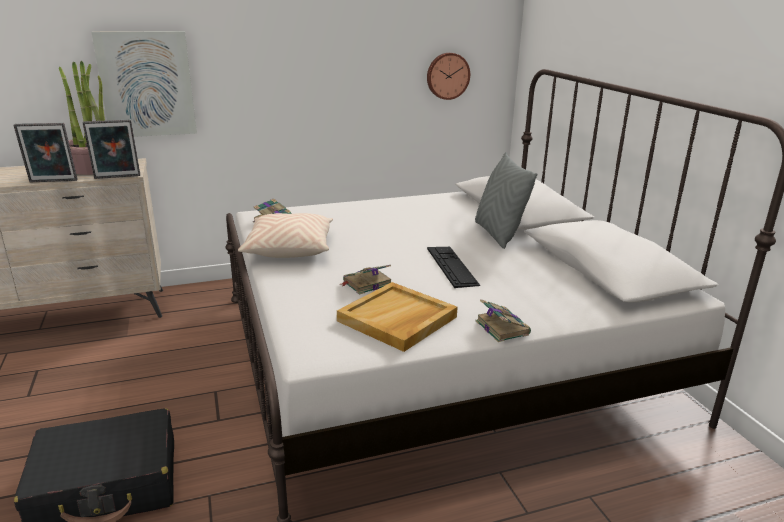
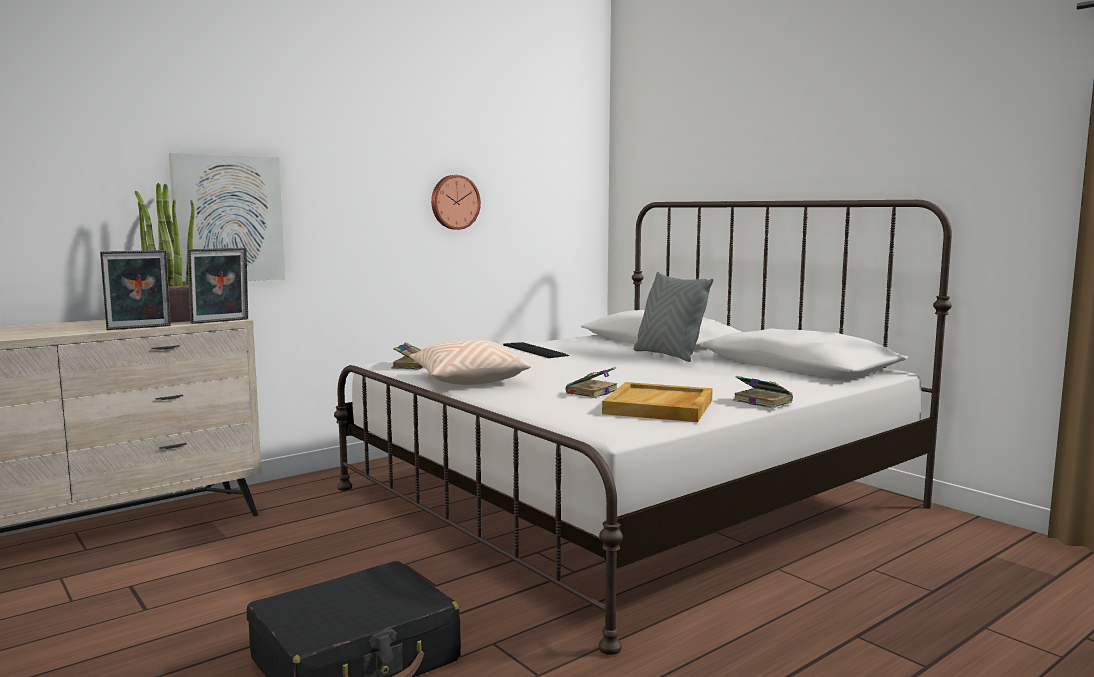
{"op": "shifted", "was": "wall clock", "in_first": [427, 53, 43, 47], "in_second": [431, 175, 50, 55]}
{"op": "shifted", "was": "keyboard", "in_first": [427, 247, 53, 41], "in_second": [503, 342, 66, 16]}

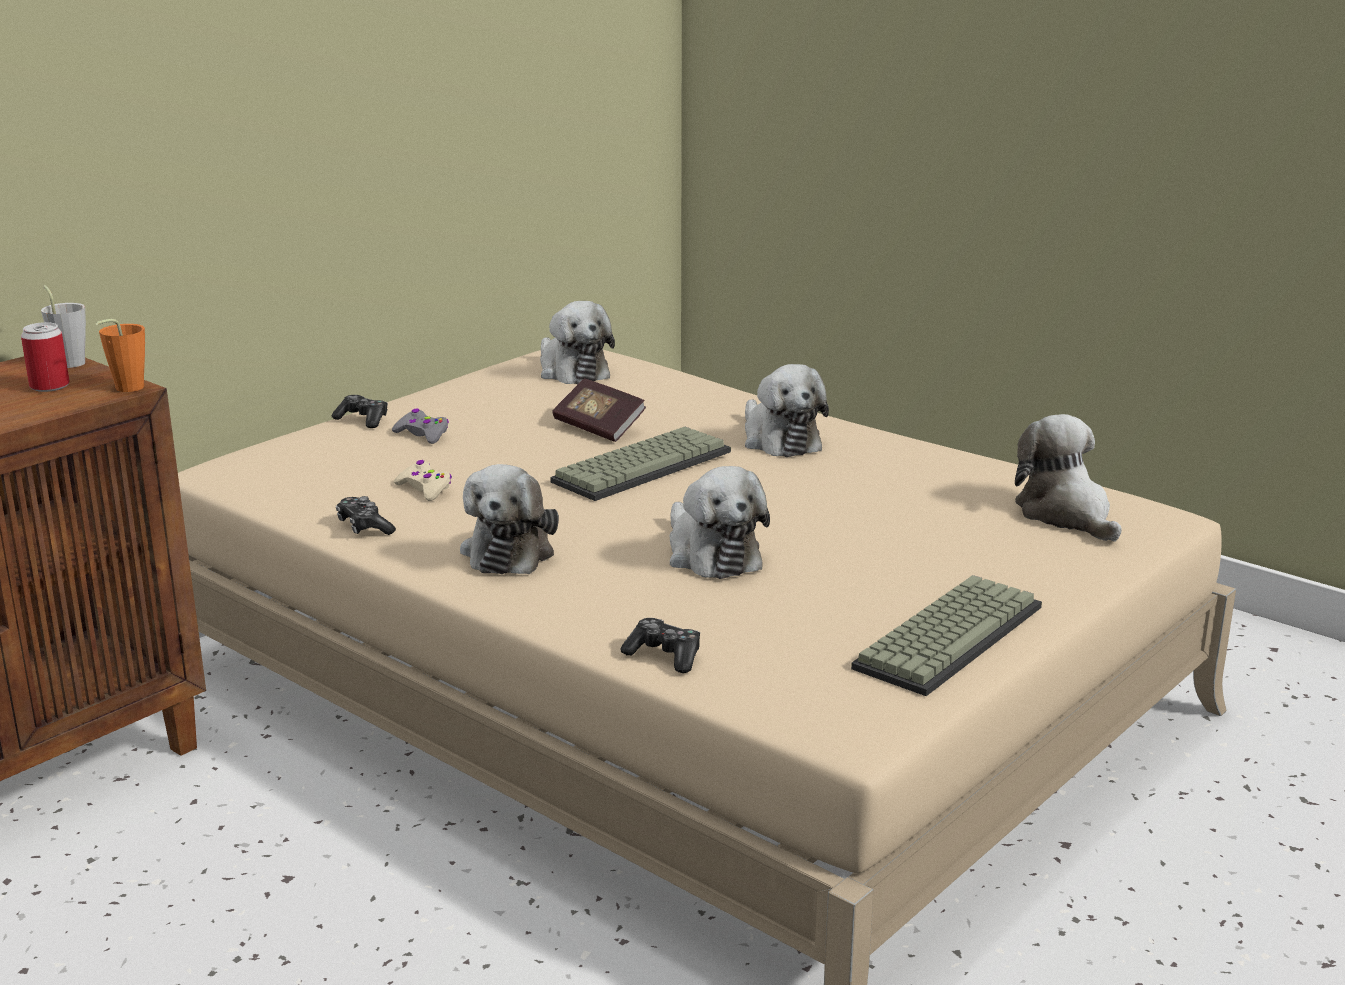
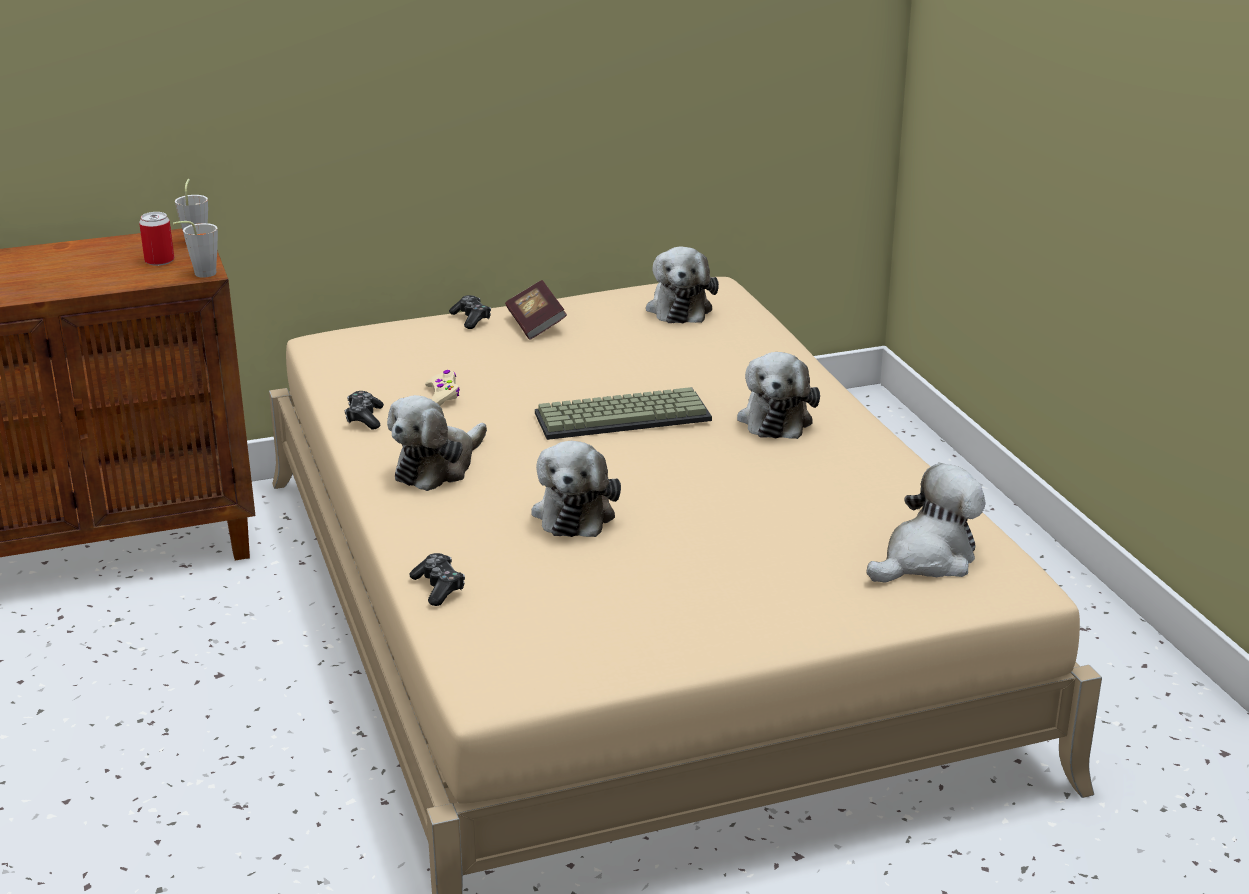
{"op": "repainted", "was": "orange cup", "now": "grey cup", "in_first": [96, 319, 49, 73], "in_second": [173, 221, 45, 57]}
{"op": "shifted", "was": "book", "in_first": [552, 378, 94, 64], "in_second": [505, 280, 62, 60]}
{"op": "gone", "was": "grey game controller", "in_first": [392, 408, 57, 36]}
{"op": "rotated", "was": "plush toy", "in_first": [1015, 414, 107, 128], "in_second": [866, 463, 119, 120], "clockwise": 45}
{"op": "gone", "was": "keyboard", "in_first": [851, 575, 191, 121]}

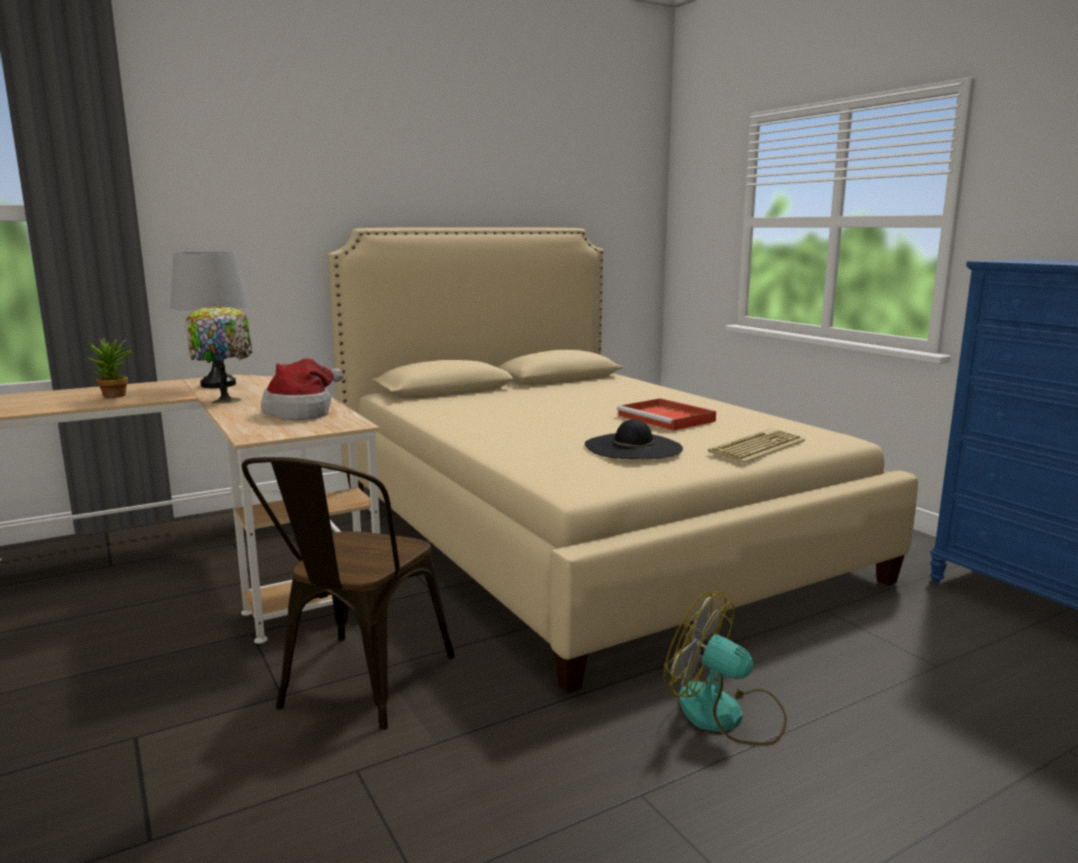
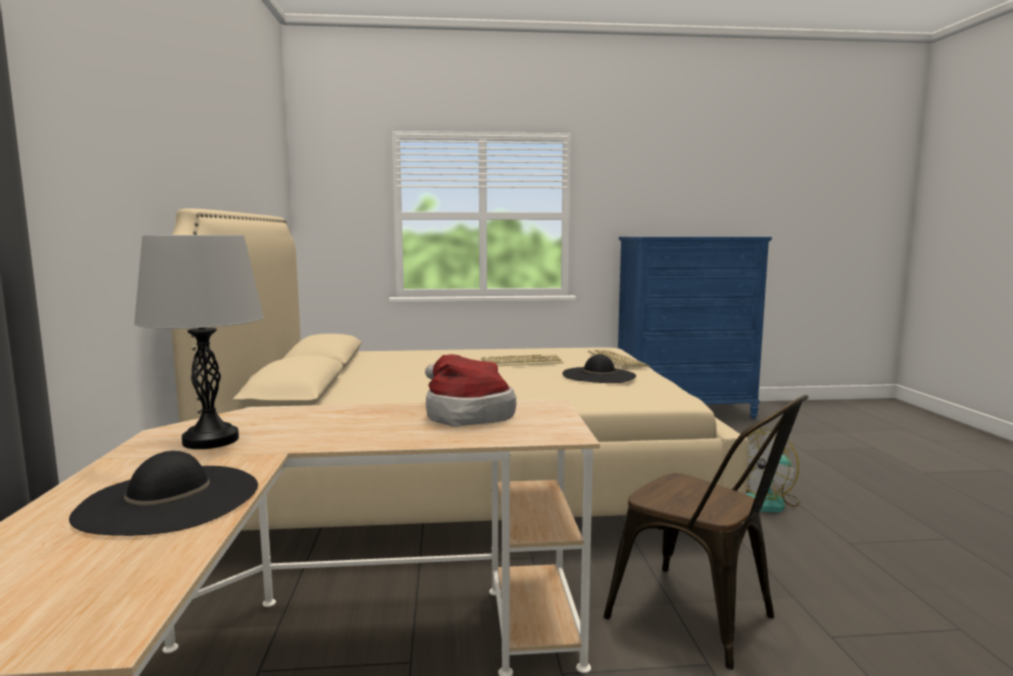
{"op": "gone", "was": "table lamp", "in_first": [185, 304, 68, 99]}
{"op": "swapped", "was": "potted plant", "now": "black hat", "in_first": [86, 338, 48, 60], "in_second": [69, 451, 189, 85]}
{"op": "swapped", "was": "red tray", "now": "keyboard", "in_first": [617, 398, 99, 33], "in_second": [481, 354, 83, 12]}

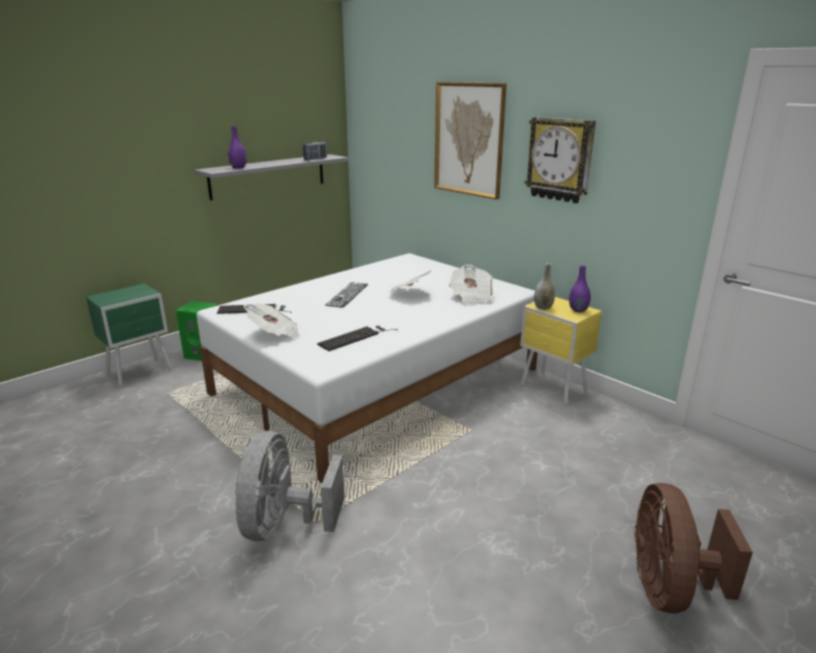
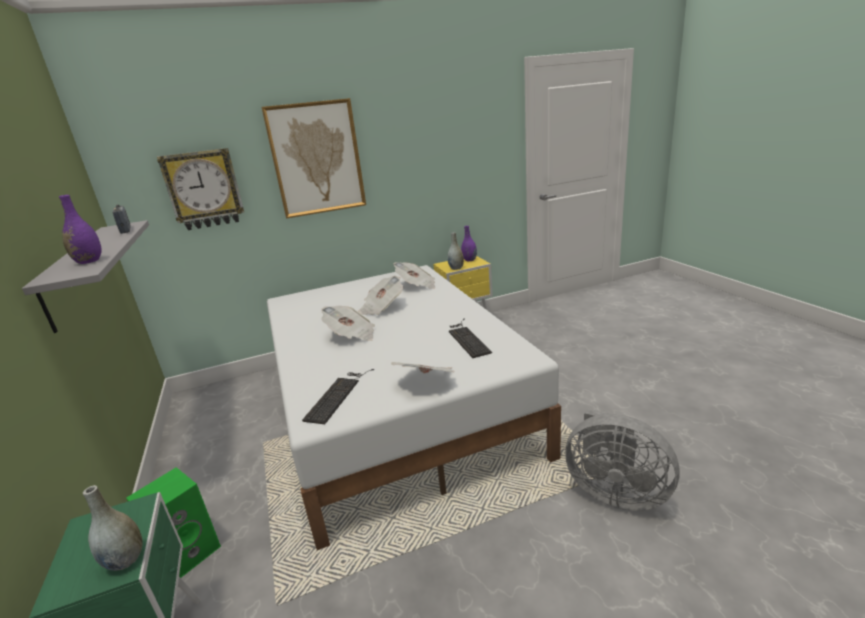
{"op": "shifted", "was": "wall clock", "in_first": [525, 117, 71, 86], "in_second": [157, 148, 87, 82]}
{"op": "swapped", "was": "keyboard", "now": "newspaper", "in_first": [325, 282, 43, 26], "in_second": [321, 306, 54, 35]}
{"op": "gone", "was": "brown fan", "in_first": [634, 483, 119, 131]}
{"op": "new", "now": "grey vase", "in_second": [82, 485, 61, 86]}

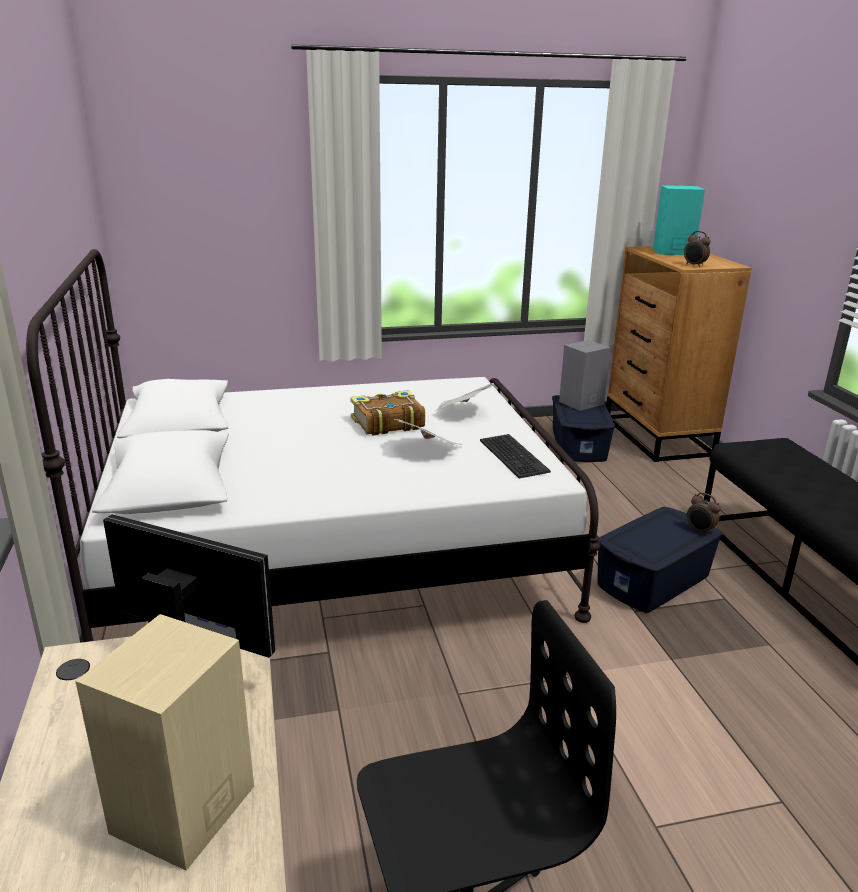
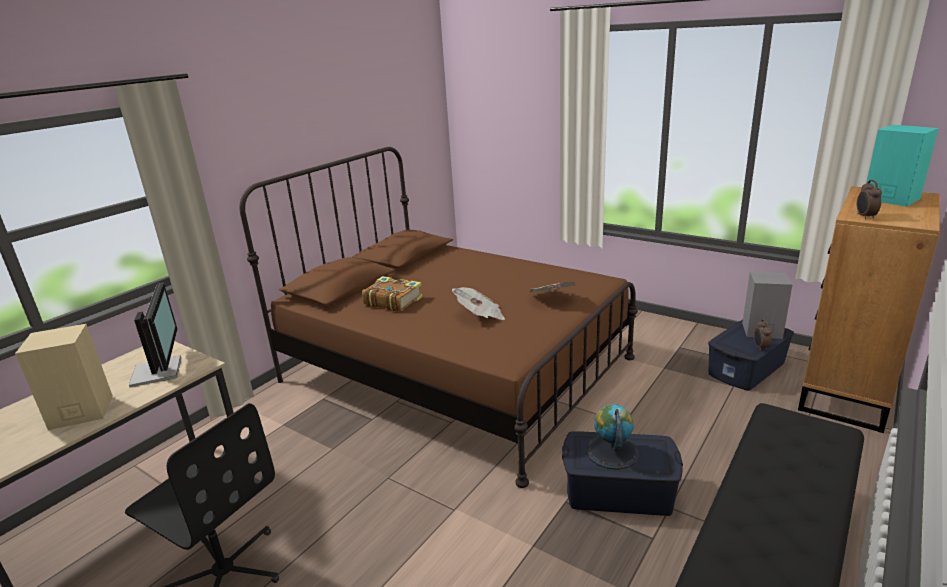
{"op": "repainted", "was": "white bed", "now": "brown bed", "in_first": [26, 249, 575, 393], "in_second": [240, 147, 398, 341]}
{"op": "shifted", "was": "book", "in_first": [350, 390, 75, 45], "in_second": [362, 276, 61, 36]}
{"op": "gone", "was": "keyboard", "in_first": [480, 434, 71, 44]}
{"op": "shifted", "was": "alarm clock", "in_first": [687, 492, 34, 44], "in_second": [754, 319, 18, 32]}
{"op": "new", "now": "globe", "in_second": [586, 404, 53, 66]}

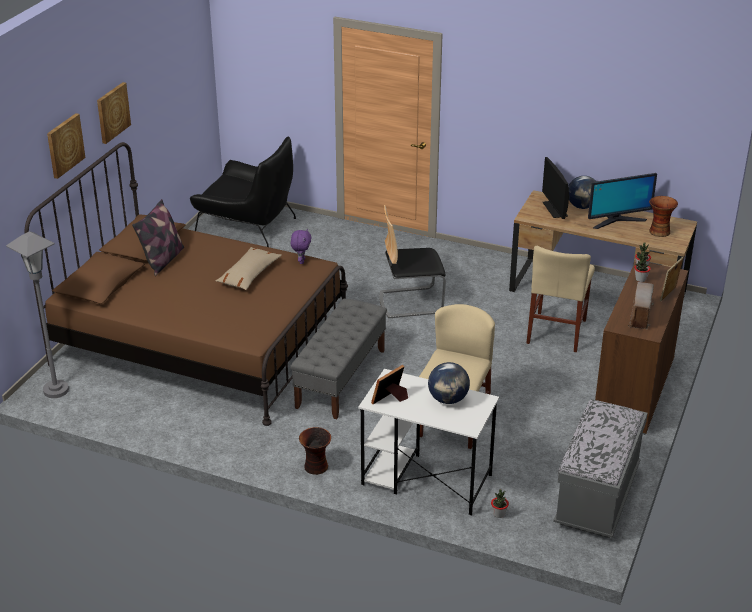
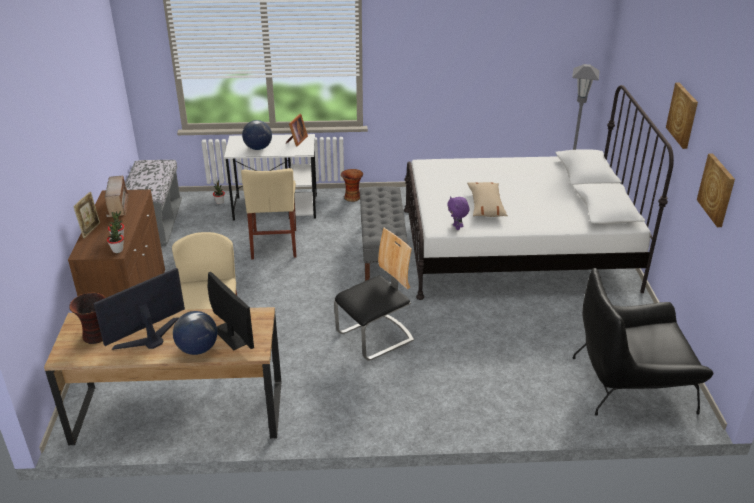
{"op": "shifted", "was": "picture", "in_first": [47, 113, 39, 66], "in_second": [697, 153, 38, 74]}
{"op": "repainted", "was": "brown bed", "now": "white bed", "in_first": [25, 142, 323, 284], "in_second": [404, 85, 270, 215]}
{"op": "gone", "was": "pillow", "in_first": [132, 199, 52, 77]}

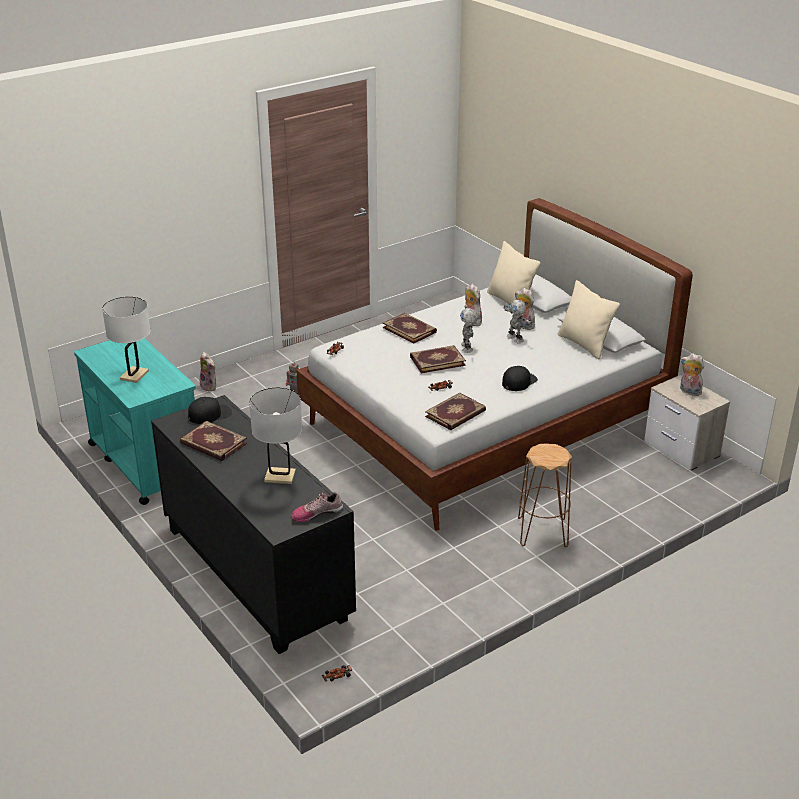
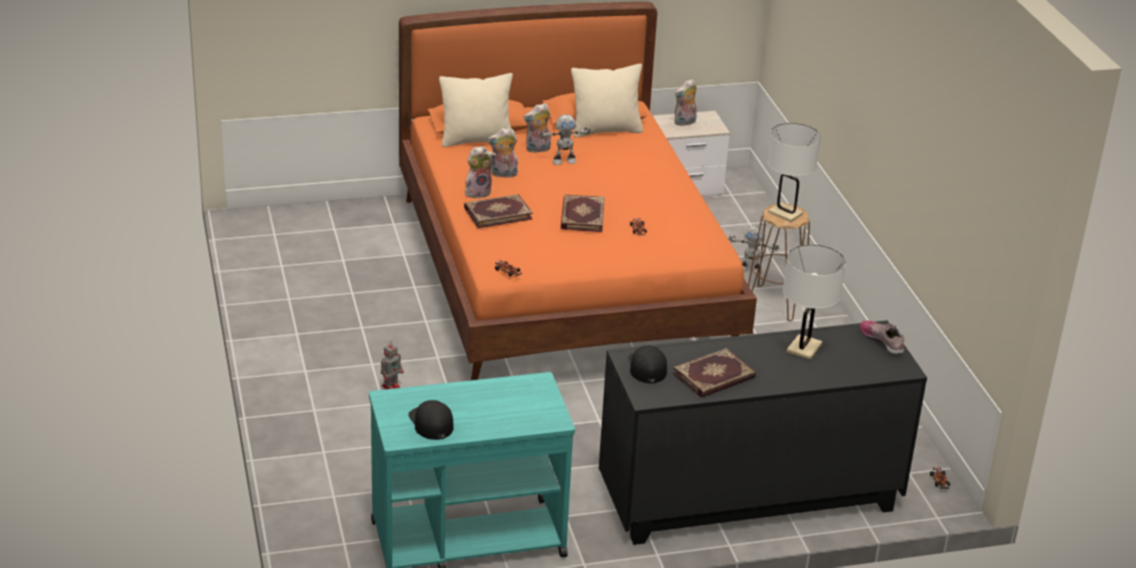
{"op": "repainted", "was": "white bed", "now": "orange bed", "in_first": [296, 198, 397, 333], "in_second": [399, 2, 358, 378]}
{"op": "shifted", "was": "white table lamp", "in_first": [102, 297, 49, 86], "in_second": [767, 123, 54, 99]}
{"op": "shifted", "was": "toy robot", "in_first": [460, 308, 18, 45], "in_second": [729, 226, 50, 48]}
{"op": "shifted", "was": "plush toy", "in_first": [200, 352, 16, 40], "in_second": [465, 146, 31, 52]}
{"op": "shifted", "was": "black cap", "in_first": [502, 366, 36, 25], "in_second": [409, 400, 45, 40]}
{"op": "gone", "was": "book", "in_first": [425, 392, 61, 38]}
{"op": "rotated", "was": "shoe", "in_first": [291, 492, 52, 30], "in_second": [860, 321, 44, 34], "clockwise": 150}

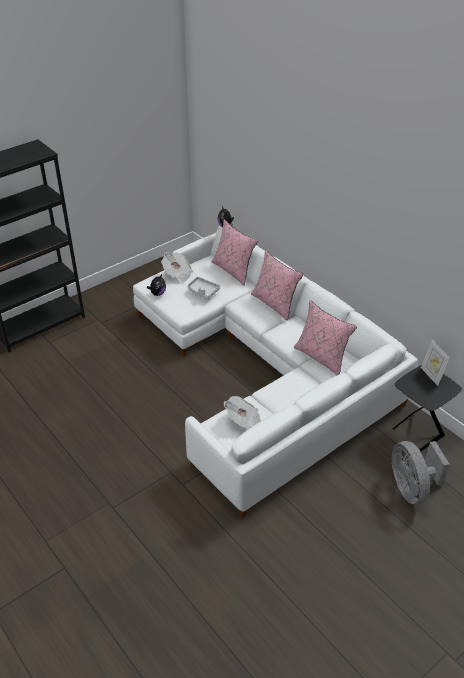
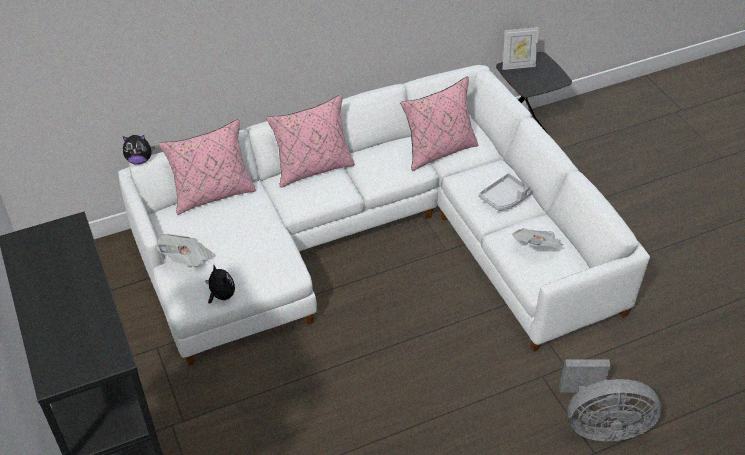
{"op": "shifted", "was": "grey tray", "in_first": [188, 277, 32, 22], "in_second": [478, 173, 55, 38]}
{"op": "shifted", "was": "grey fan", "in_first": [392, 441, 57, 63], "in_second": [559, 359, 102, 82]}

